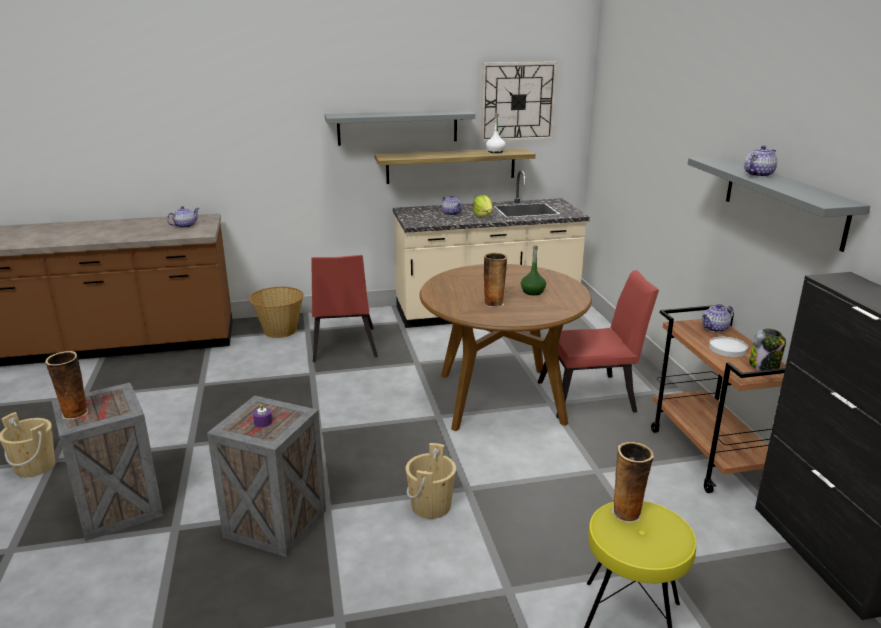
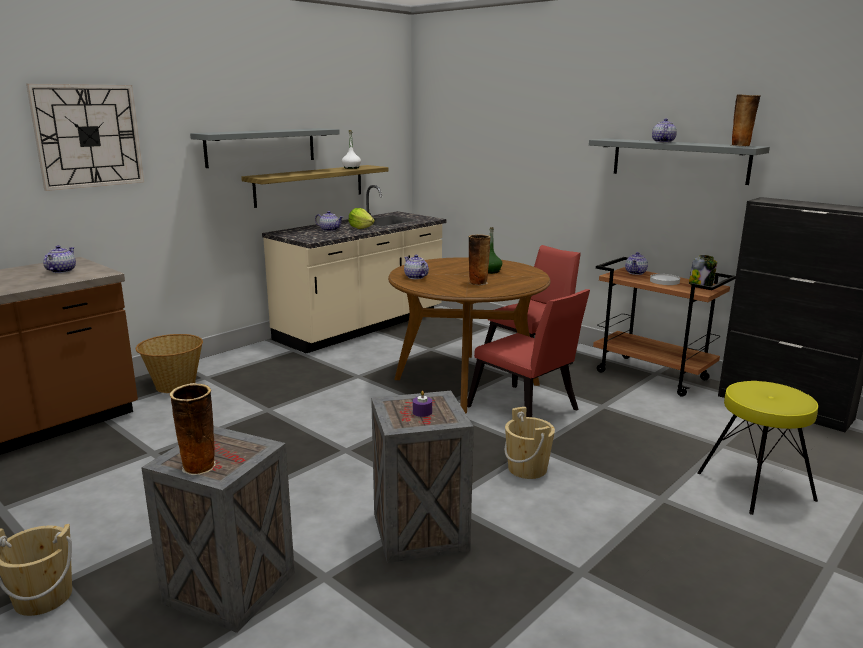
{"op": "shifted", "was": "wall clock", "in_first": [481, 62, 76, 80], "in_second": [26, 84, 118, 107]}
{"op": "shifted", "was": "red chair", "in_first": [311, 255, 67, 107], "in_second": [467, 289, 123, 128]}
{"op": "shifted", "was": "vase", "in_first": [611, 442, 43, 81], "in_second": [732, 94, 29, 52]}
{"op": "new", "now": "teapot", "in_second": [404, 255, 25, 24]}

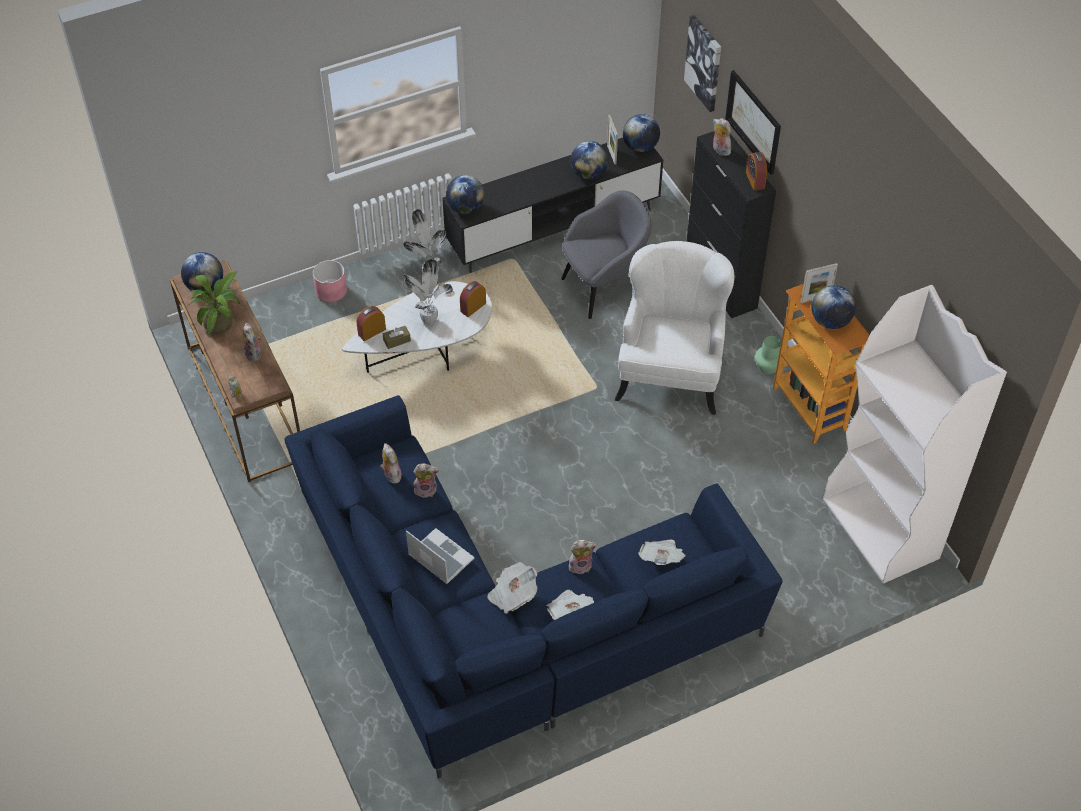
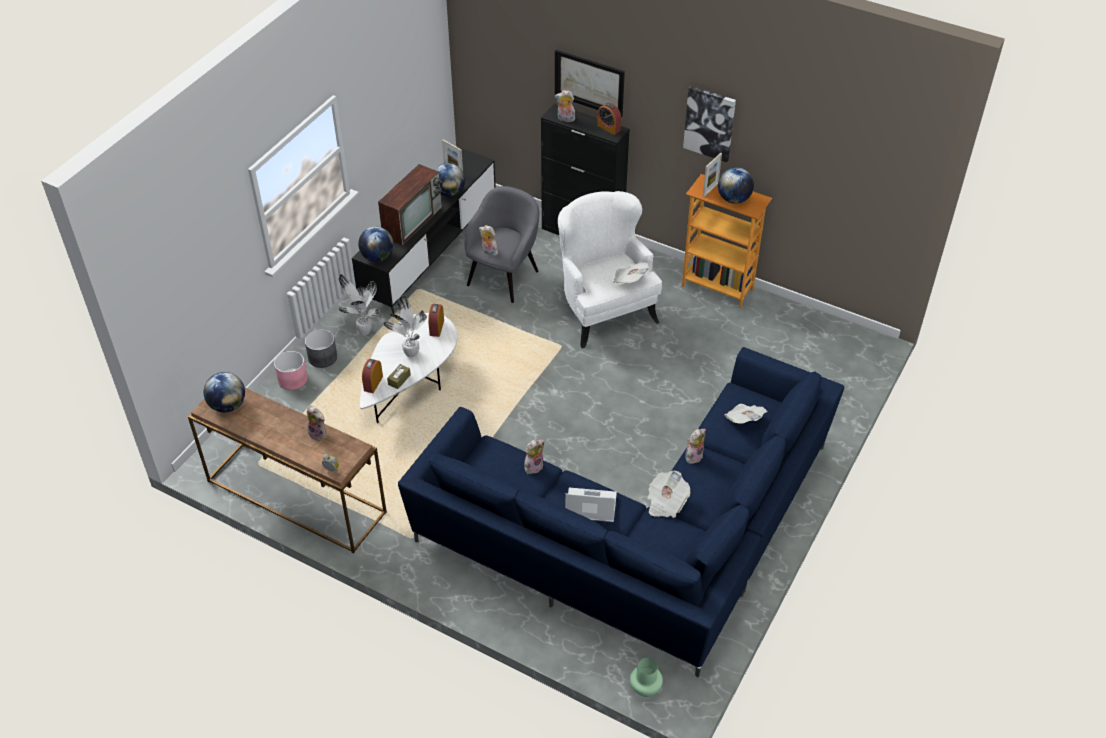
{"op": "shifted", "was": "picture", "in_first": [684, 15, 37, 97], "in_second": [683, 86, 53, 76]}
{"op": "gone", "was": "globe", "in_first": [623, 114, 37, 38]}
{"op": "gone", "was": "potted plant", "in_first": [188, 272, 52, 63]}
{"op": "gone", "was": "white bookcase", "in_first": [823, 285, 184, 298]}
{"op": "shifted", "was": "green vase", "in_first": [755, 336, 30, 38], "in_second": [630, 658, 33, 39]}
{"op": "shifted", "was": "plush toy", "in_first": [380, 443, 21, 40], "in_second": [479, 225, 19, 31]}
{"op": "shifted", "was": "newspaper", "in_first": [546, 590, 48, 30], "in_second": [613, 262, 37, 21]}
{"op": "new", "now": "television", "in_second": [378, 164, 65, 82]}
{"op": "new", "now": "grey planter", "in_second": [305, 329, 32, 39]}

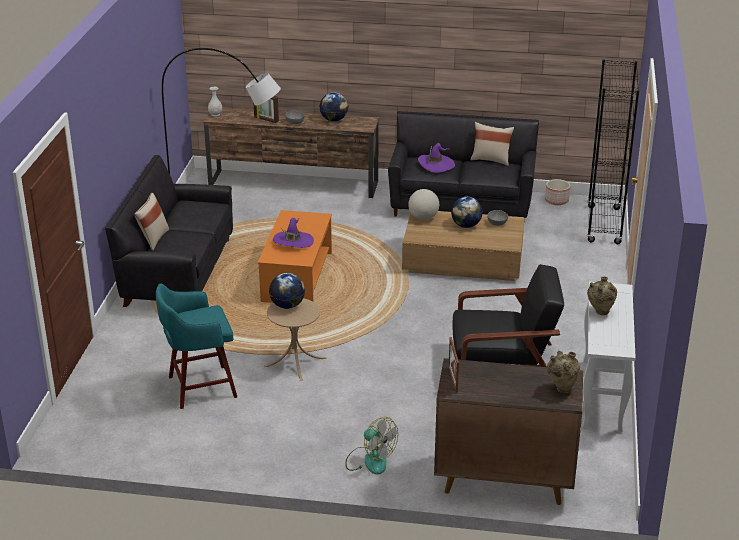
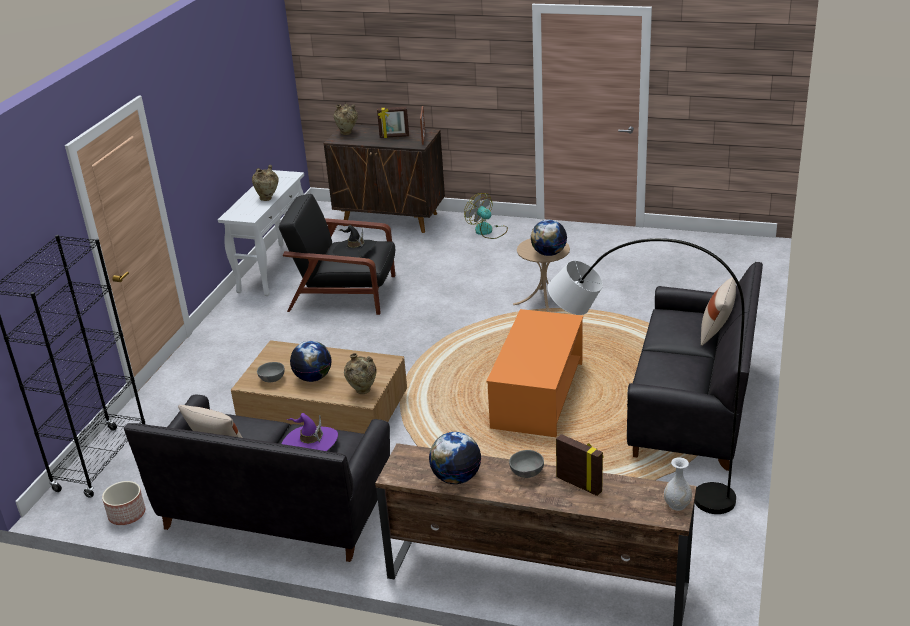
{"op": "swapped", "was": "globe", "now": "beige vase", "in_first": [408, 189, 31, 31], "in_second": [344, 353, 32, 41]}
{"op": "gone", "was": "purple hat", "in_first": [273, 218, 41, 30]}
{"op": "gone", "was": "turquoise stool", "in_first": [156, 283, 81, 126]}
{"op": "new", "now": "picture frame", "in_second": [377, 107, 32, 31]}
{"op": "new", "now": "black hat", "in_second": [333, 225, 43, 32]}

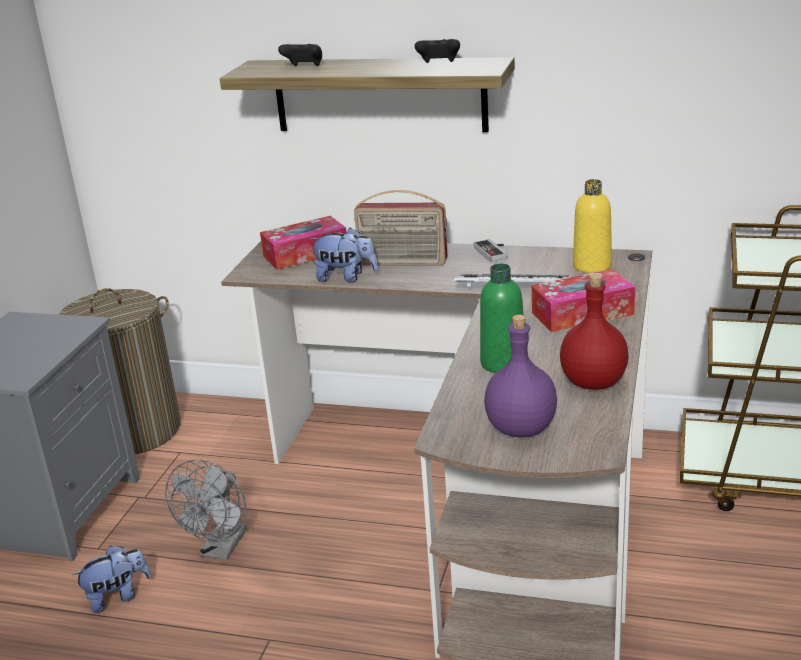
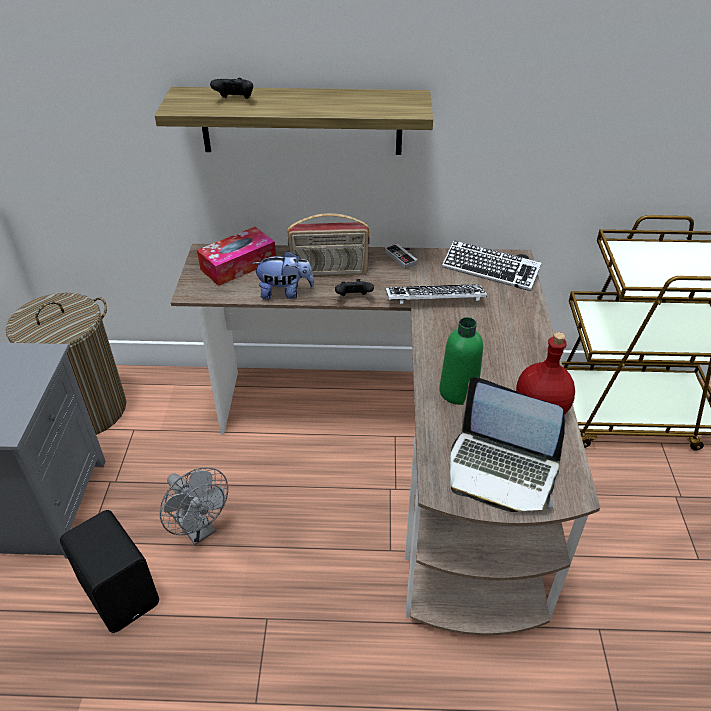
{"op": "shifted", "was": "black game controller", "in_first": [415, 39, 45, 24], "in_second": [335, 279, 39, 17]}
{"op": "swapped", "was": "yellow bottle", "now": "keyboard", "in_first": [573, 179, 39, 94], "in_second": [442, 240, 100, 51]}
{"op": "gone", "was": "tissue box", "in_first": [531, 269, 104, 63]}
{"op": "swapped", "was": "purple bottle", "now": "laptop", "in_first": [484, 315, 73, 122], "in_second": [450, 377, 115, 135]}
{"op": "rotated", "was": "grey fan", "in_first": [165, 460, 82, 100], "in_second": [160, 467, 68, 78], "clockwise": -45}
{"op": "swapped", "was": "plush toy", "now": "black speaker", "in_first": [72, 545, 79, 68], "in_second": [60, 510, 99, 123]}

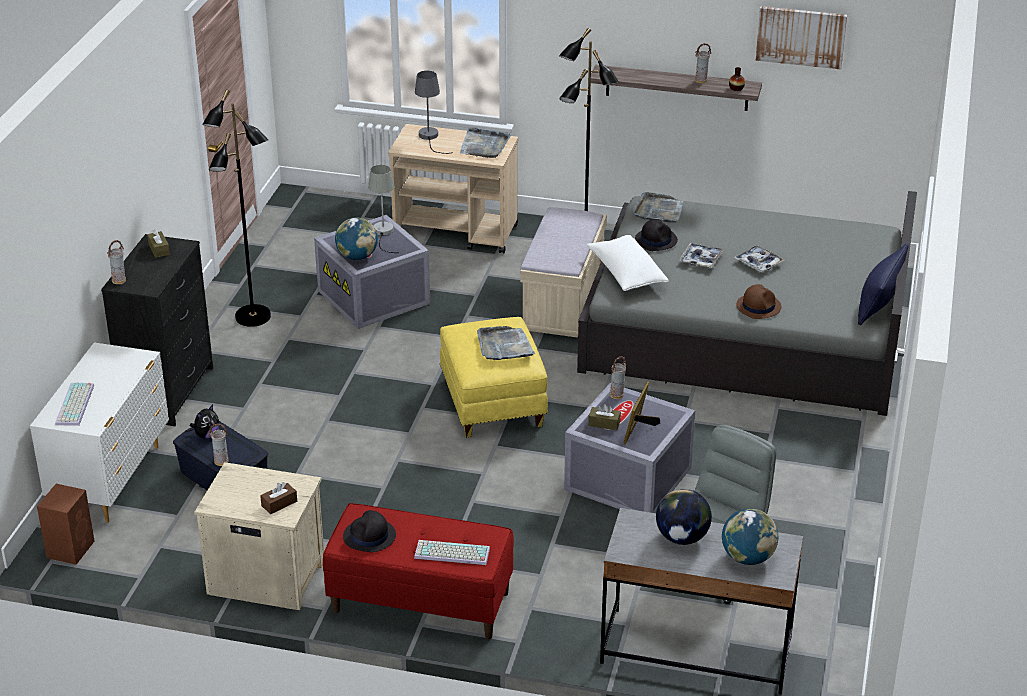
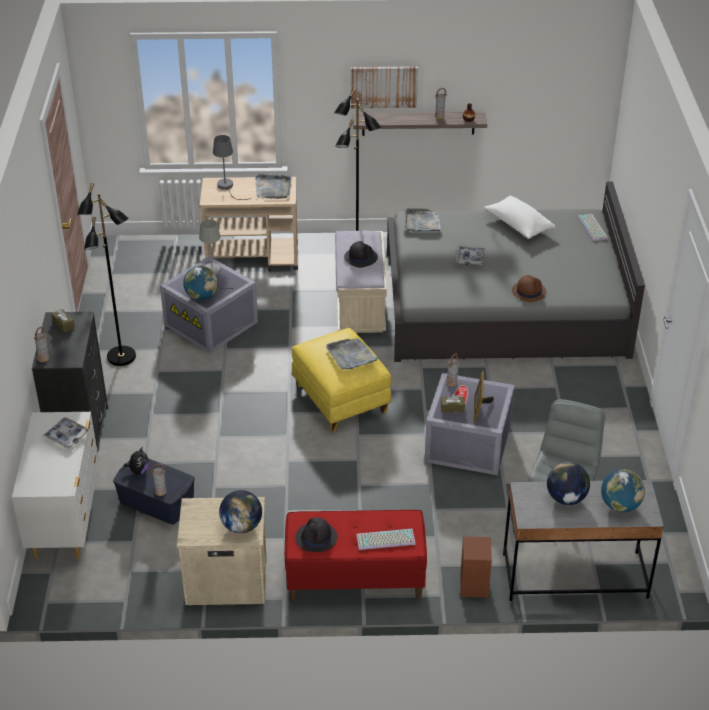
{"op": "shifted", "was": "picture", "in_first": [756, 6, 91, 63], "in_second": [351, 66, 67, 43]}
{"op": "shifted", "was": "black hat", "in_first": [635, 219, 43, 32], "in_second": [344, 241, 34, 27]}
{"op": "shifted", "was": "white pillow", "in_first": [587, 235, 82, 56], "in_second": [483, 196, 73, 43]}
{"op": "gone", "was": "blue pillow", "in_first": [858, 243, 50, 82]}
{"op": "shifted", "was": "tray", "in_first": [734, 245, 51, 27], "in_second": [43, 417, 47, 31]}
{"op": "shifted", "was": "keyboard", "in_first": [55, 383, 39, 43], "in_second": [578, 214, 30, 28]}
{"op": "swapped", "was": "brown tissue box", "now": "globe", "in_first": [260, 482, 37, 32], "in_second": [219, 490, 43, 43]}
{"op": "shifted", "was": "brown speaker", "in_first": [37, 484, 58, 81], "in_second": [460, 536, 32, 62]}

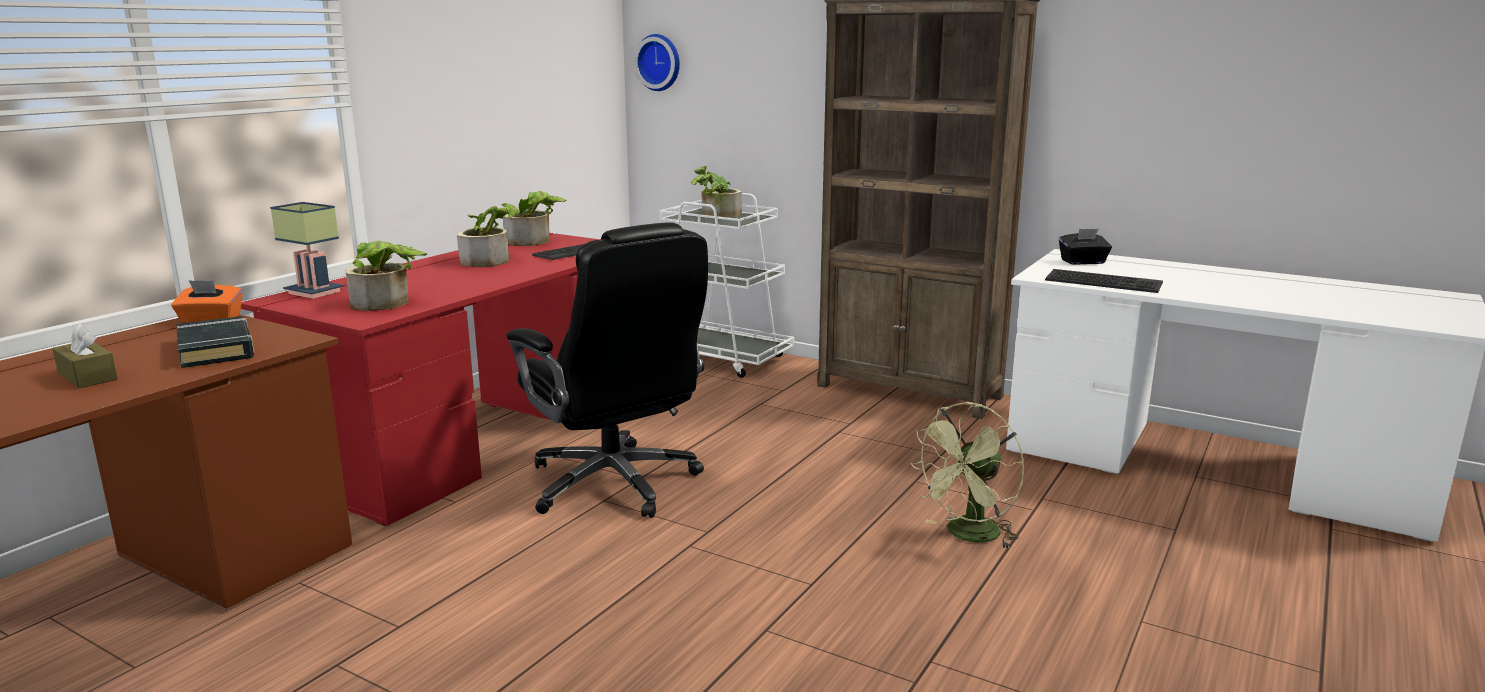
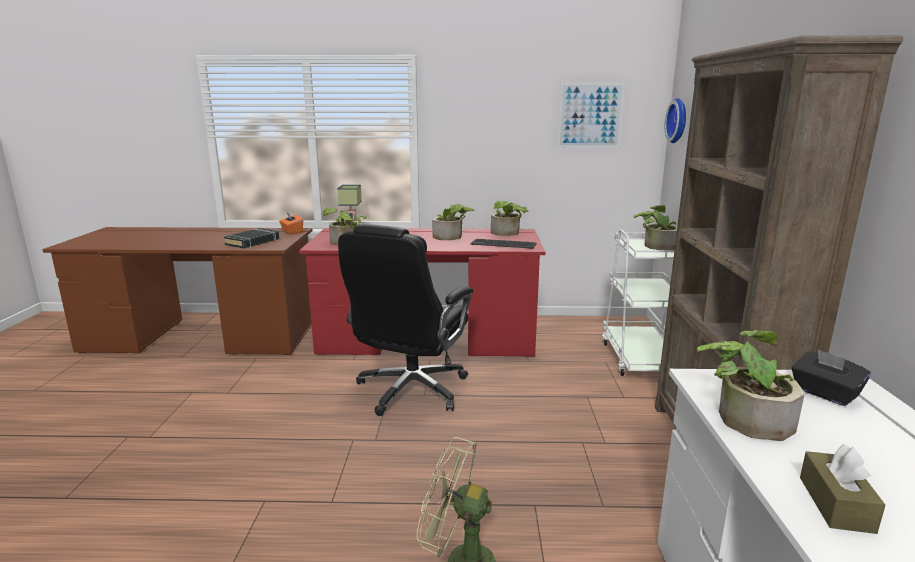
{"op": "swapped", "was": "keyboard", "now": "potted plant", "in_first": [1045, 269, 118, 24], "in_second": [697, 330, 108, 111]}
{"op": "shifted", "was": "brown tissue box", "in_first": [52, 323, 66, 65], "in_second": [800, 444, 85, 90]}
{"op": "new", "now": "picture", "in_second": [557, 83, 68, 65]}

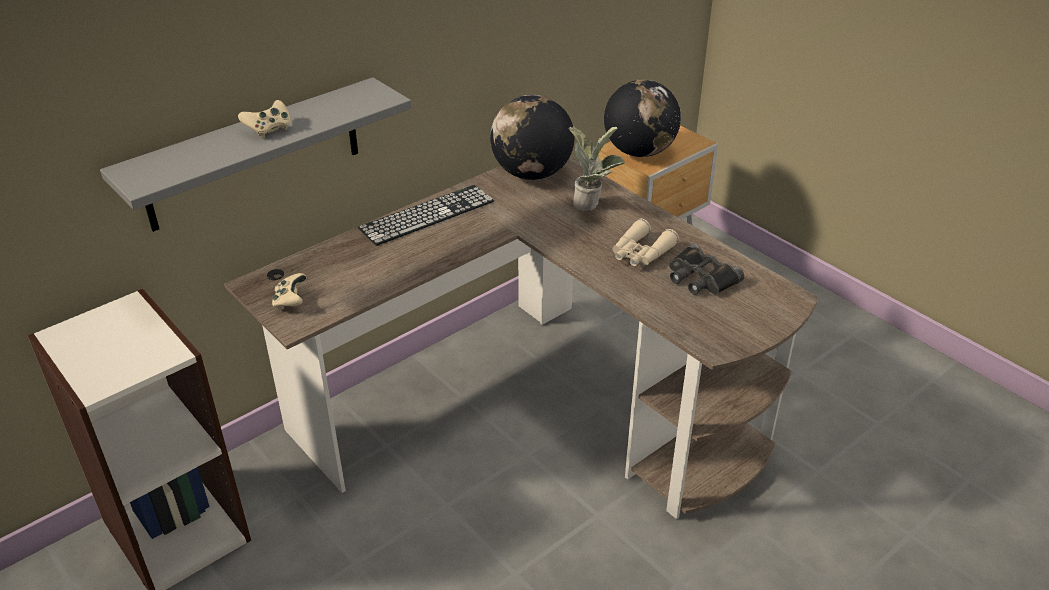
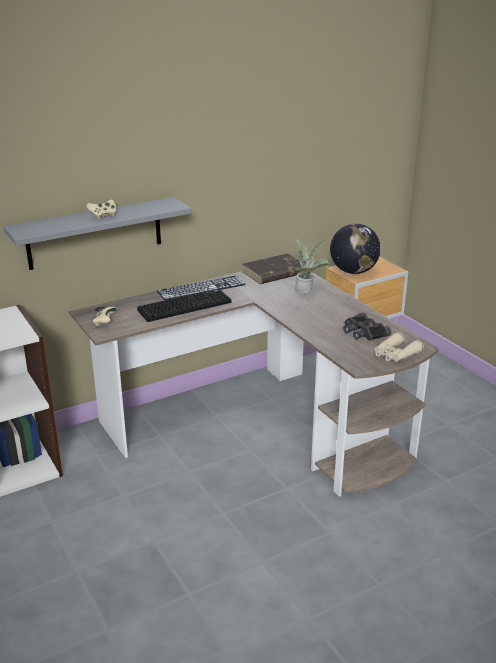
{"op": "swapped", "was": "globe", "now": "brown book", "in_first": [490, 95, 85, 85], "in_second": [242, 253, 59, 31]}
{"op": "shifted", "was": "beige binoculars", "in_first": [613, 219, 66, 47], "in_second": [375, 332, 49, 30]}
{"op": "new", "now": "keyboard", "in_second": [137, 289, 94, 33]}

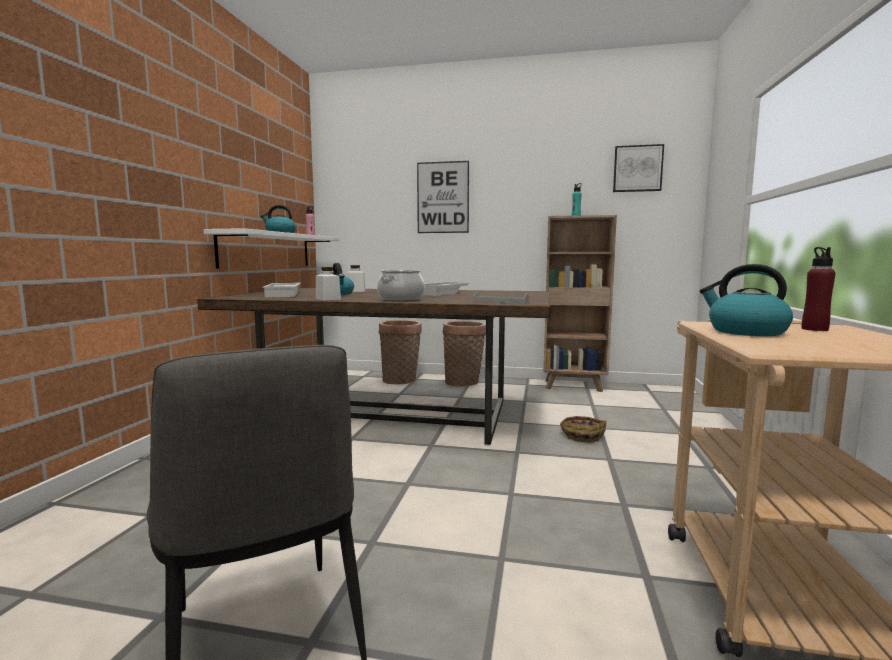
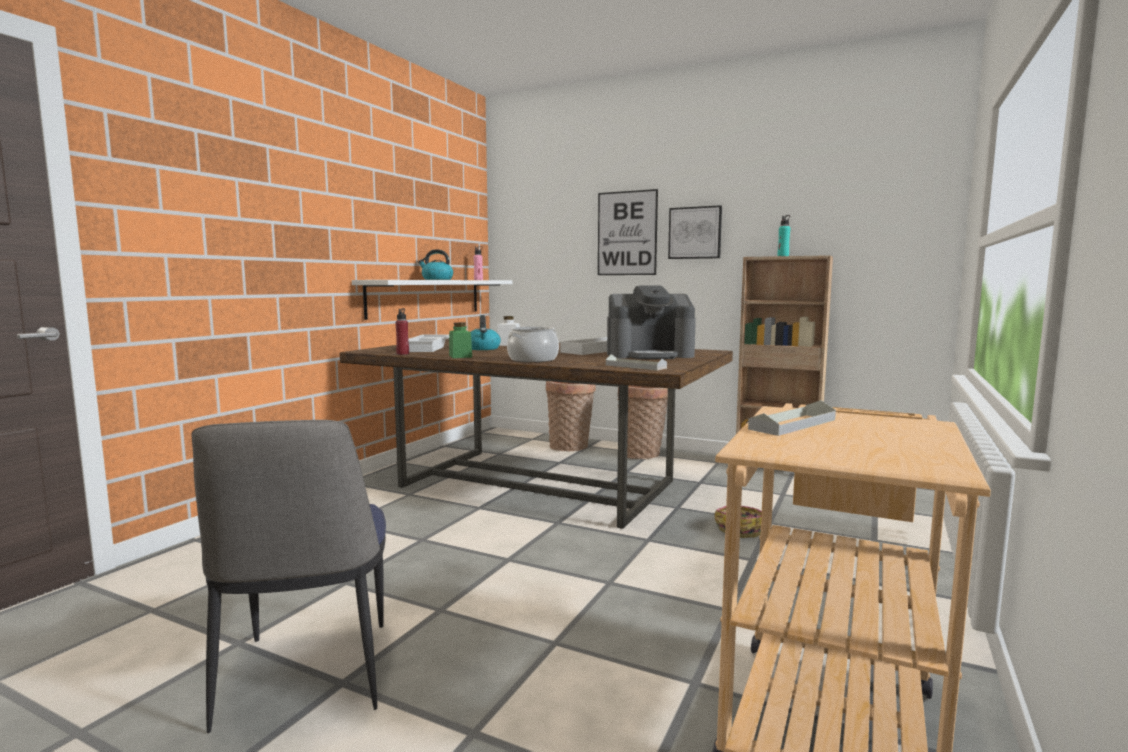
{"op": "shifted", "was": "picture", "in_first": [613, 144, 51, 48], "in_second": [668, 205, 54, 54]}
{"op": "shifted", "was": "red bottle", "in_first": [802, 247, 34, 84], "in_second": [395, 308, 14, 47]}
{"op": "swapped", "was": "kettle", "now": "grey tray", "in_first": [700, 264, 93, 72], "in_second": [748, 400, 88, 36]}
{"op": "repainted", "was": "white jar", "now": "green jar", "in_first": [316, 267, 25, 33], "in_second": [449, 322, 23, 36]}
{"op": "new", "now": "coffee machine", "in_second": [607, 285, 89, 74]}

